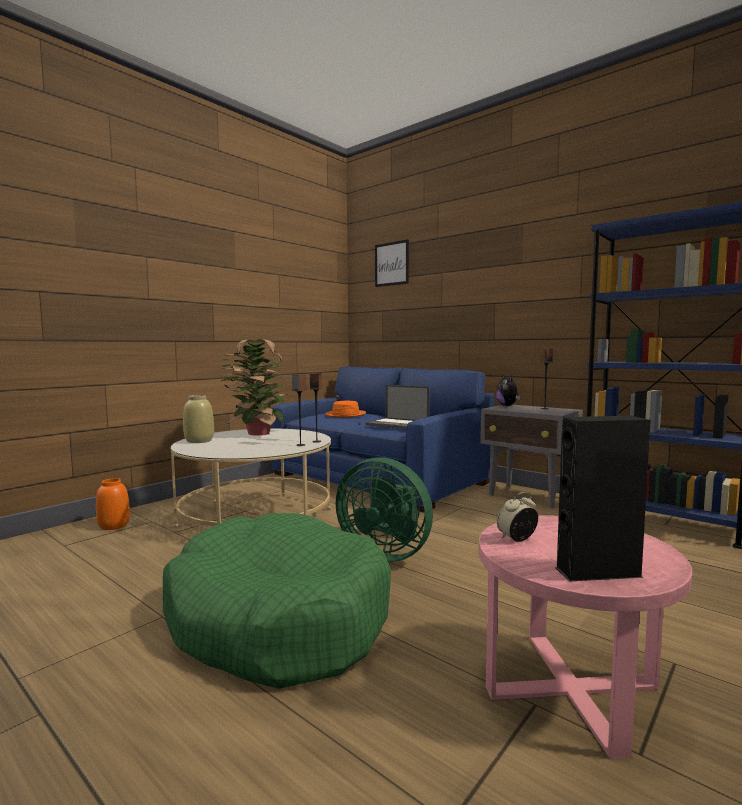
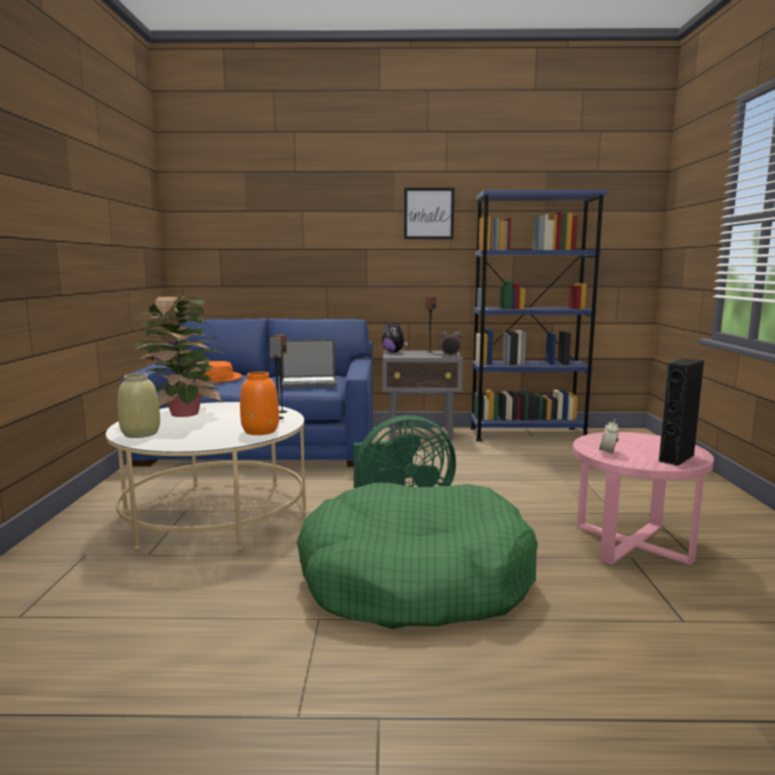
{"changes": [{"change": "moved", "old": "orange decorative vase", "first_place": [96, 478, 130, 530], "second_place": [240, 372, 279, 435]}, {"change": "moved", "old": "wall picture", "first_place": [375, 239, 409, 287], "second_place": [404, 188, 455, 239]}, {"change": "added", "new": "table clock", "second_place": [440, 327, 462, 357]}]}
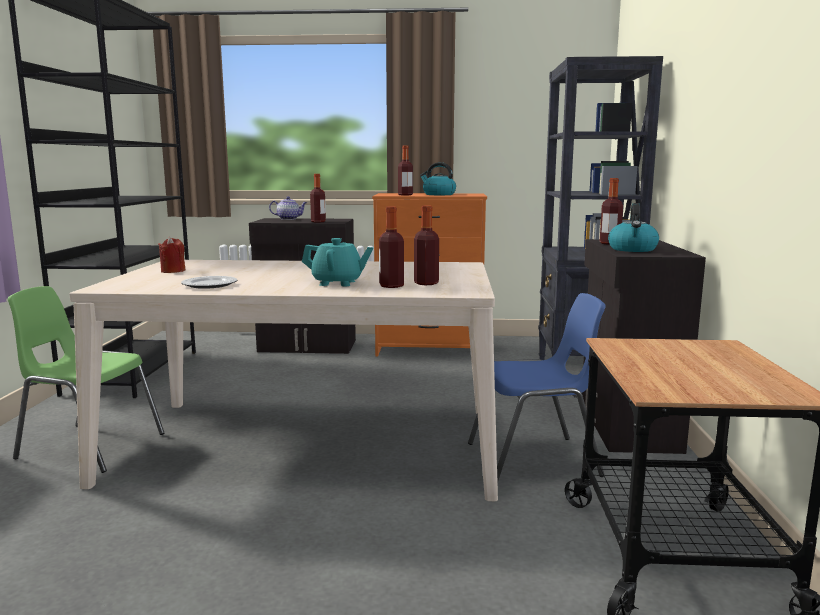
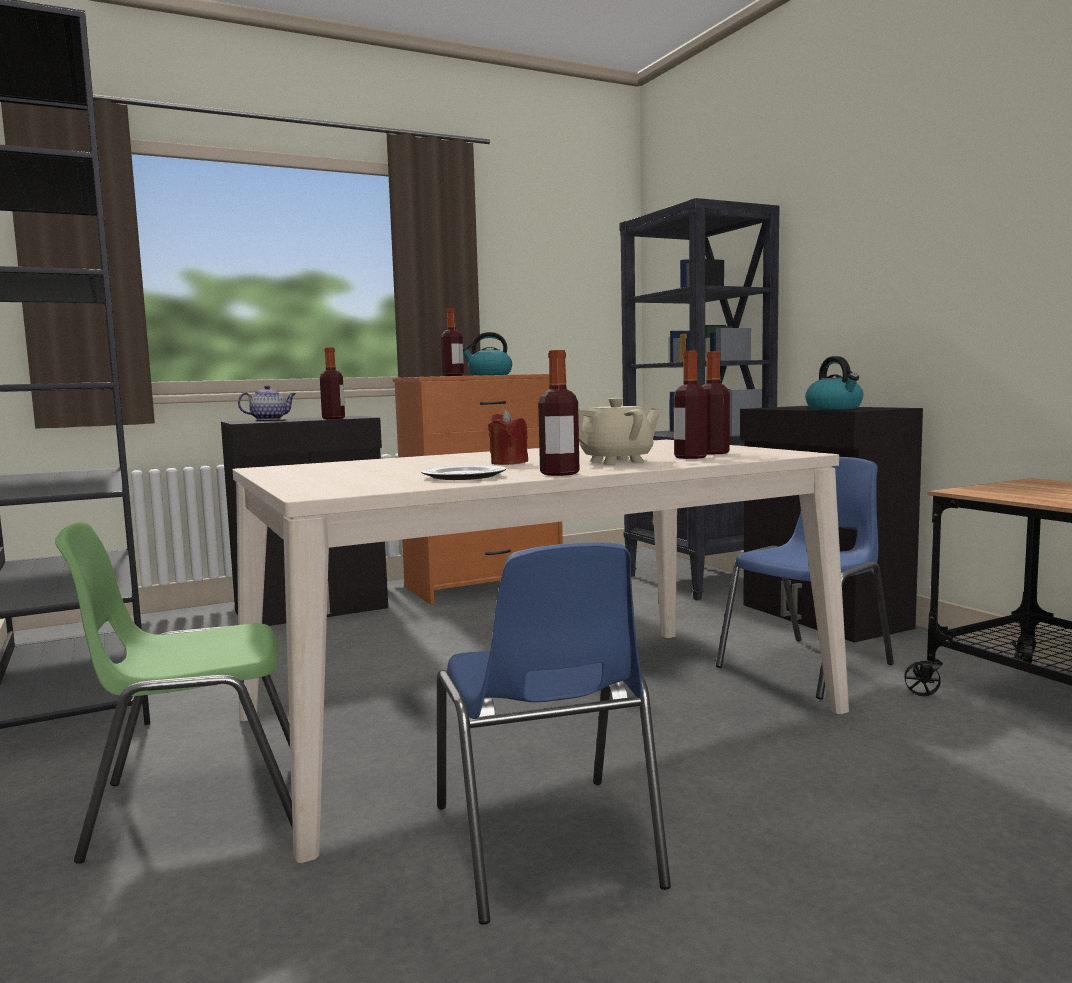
{"changes": [{"change": "moved", "old": "red-coloured wax light", "first_place": [158, 237, 186, 273], "second_place": [488, 410, 528, 465]}, {"change": "recoloured", "old": "turquoise tea pot", "new": "beige-coloured tea pot", "first_place": [302, 238, 373, 286], "second_place": [578, 398, 661, 464]}, {"change": "moved", "old": "bottle", "first_place": [600, 178, 623, 245], "second_place": [538, 350, 579, 476]}, {"change": "added", "new": "bluish chair", "second_place": [437, 542, 671, 925]}]}
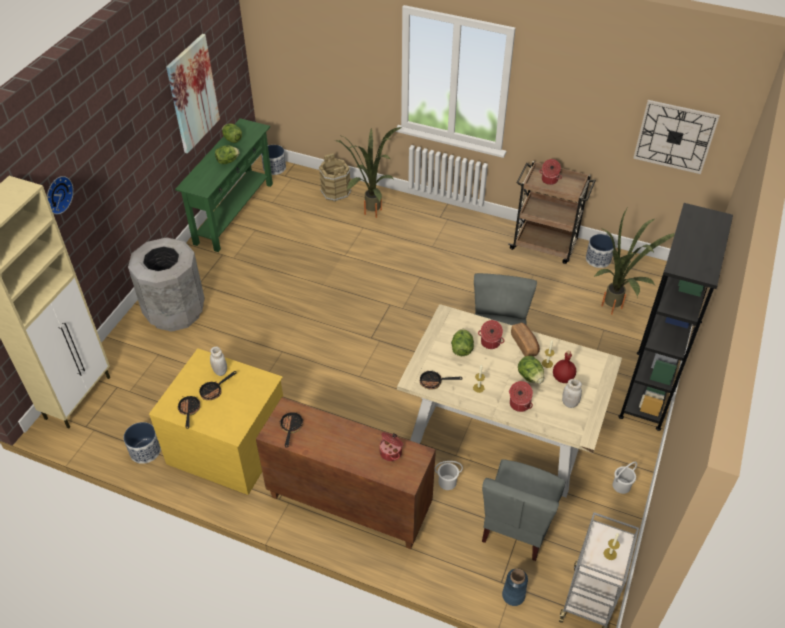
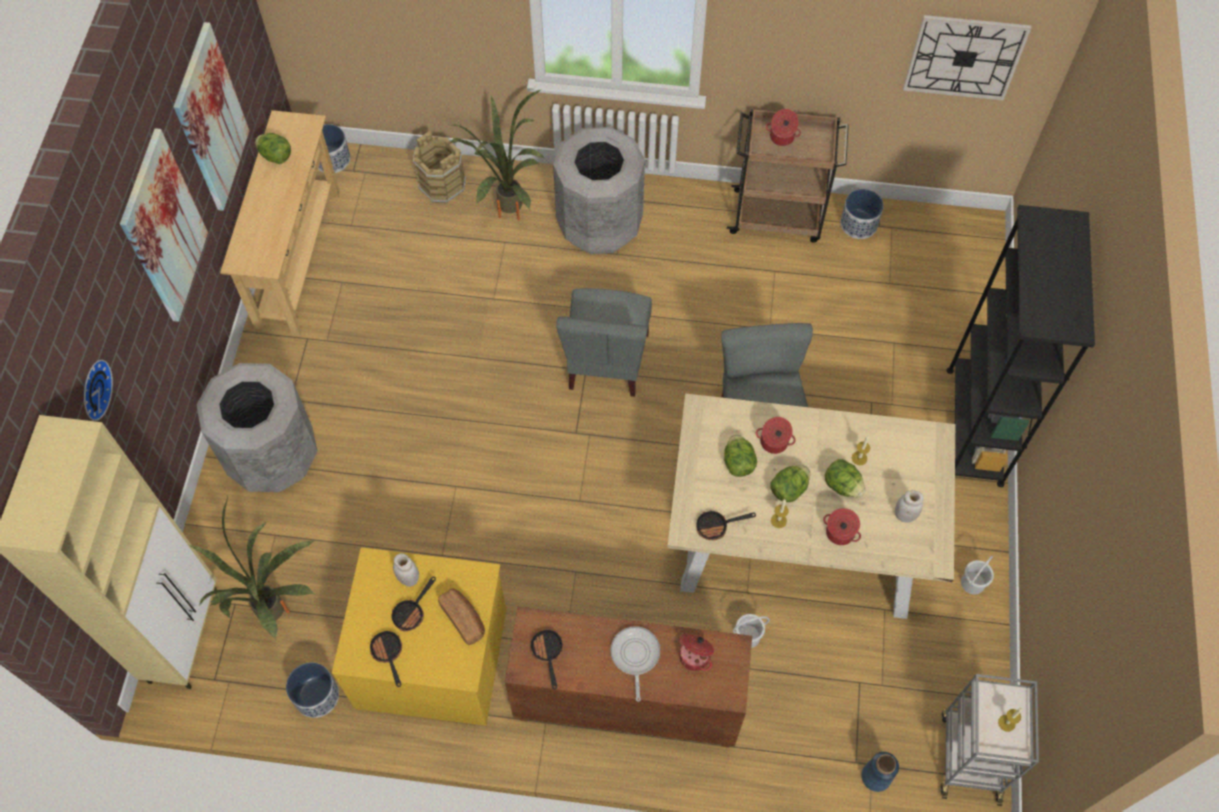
{"changes": [{"change": "recoloured", "old": "greenish console table", "new": "beige-coloured console table", "first_place": [175, 118, 273, 252], "second_place": [220, 110, 340, 336]}, {"change": "moved", "old": "head of lettuce", "first_place": [215, 146, 240, 164], "second_place": [770, 465, 810, 502]}, {"change": "moved", "old": "greyish chair", "first_place": [482, 459, 565, 561], "second_place": [556, 288, 652, 397]}, {"change": "moved", "old": "bakery bread", "first_place": [511, 323, 540, 357], "second_place": [438, 589, 485, 645]}, {"change": "removed", "old": "red-coloured bottle", "first_place": [553, 351, 576, 383]}, {"change": "moved", "old": "potted plant", "first_place": [593, 206, 675, 315], "second_place": [188, 496, 315, 640]}, {"change": "added", "new": "wall picture", "second_place": [120, 128, 208, 322]}, {"change": "added", "new": "greyish rubbish bin", "second_place": [553, 127, 645, 254]}, {"change": "added", "new": "pan", "second_place": [610, 626, 660, 702]}]}
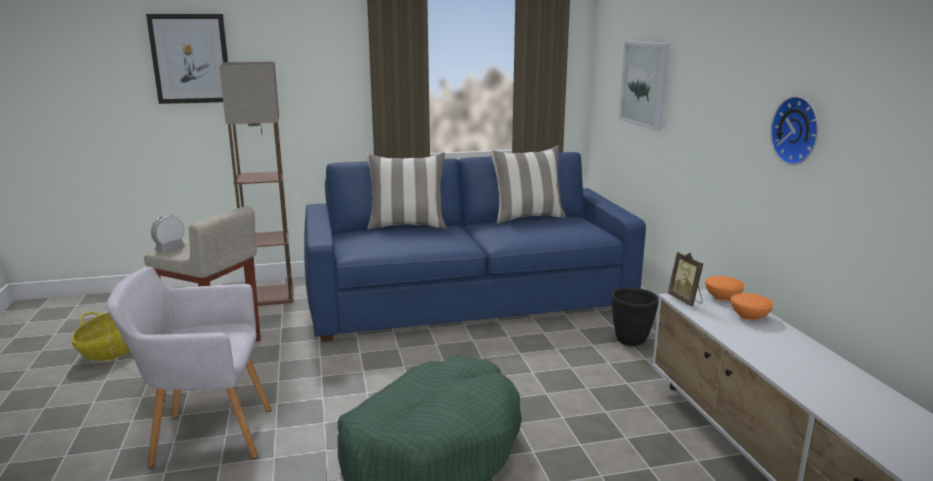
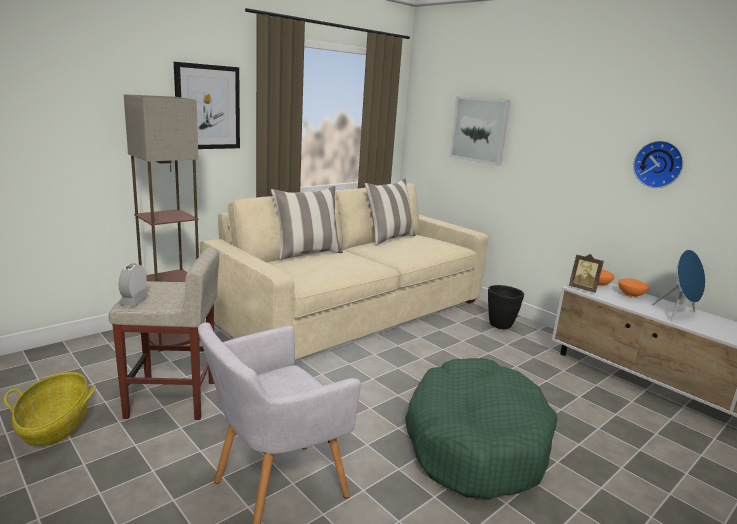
{"changes": [{"change": "moved", "old": "wall picture", "first_place": [146, 14, 228, 104], "second_place": [174, 62, 240, 149]}, {"change": "recoloured", "old": "bluish couch", "new": "beige-coloured couch", "first_place": [304, 152, 646, 341], "second_place": [200, 183, 488, 360]}, {"change": "added", "new": "bluish audio speaker", "second_place": [652, 250, 705, 320]}]}
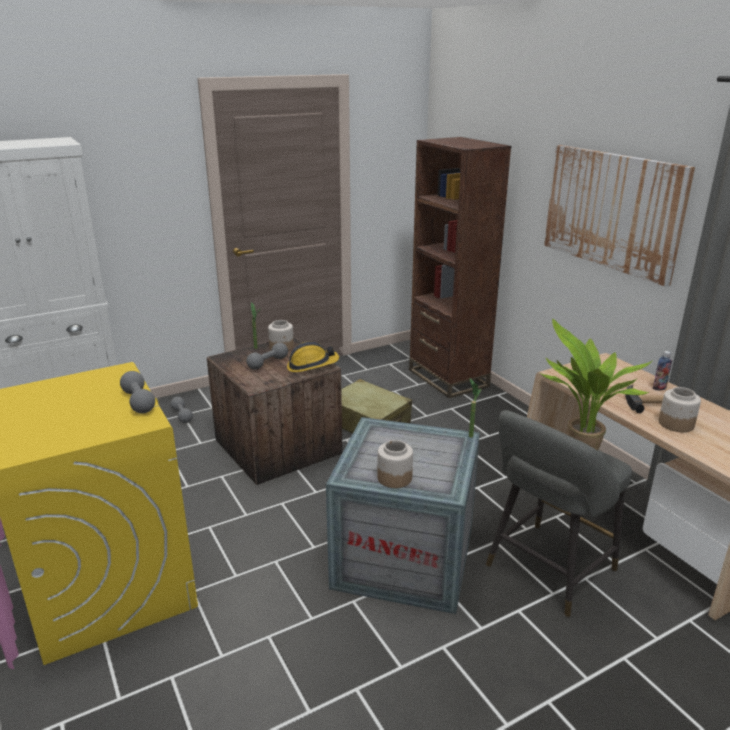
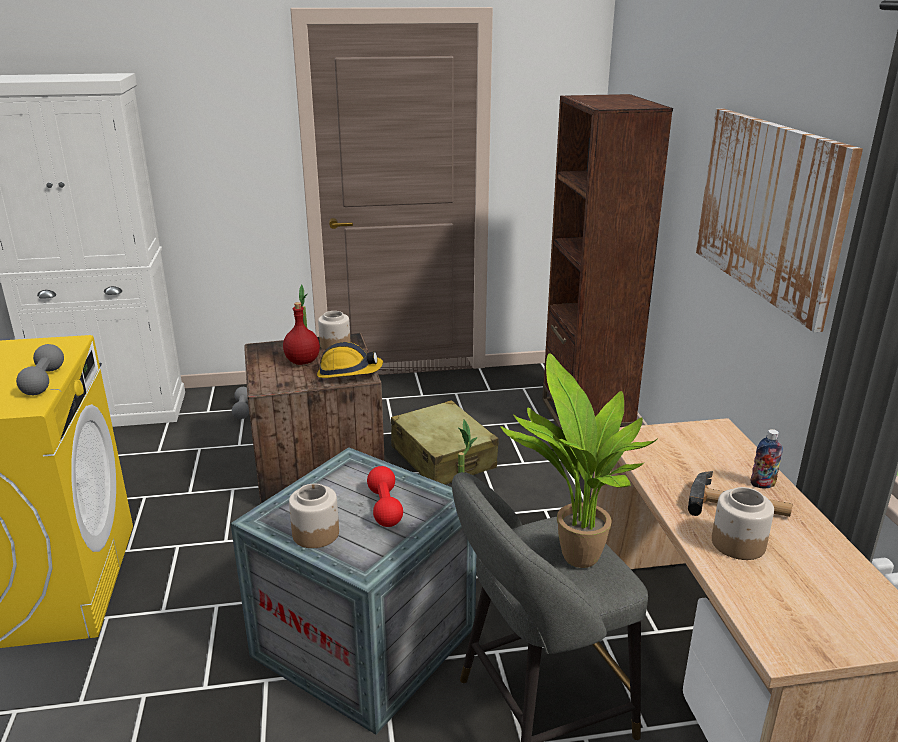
{"changes": [{"change": "replaced", "old": "greyish dumbbell", "new": "red-coloured bottle", "first_place": [246, 343, 288, 370], "second_place": [283, 302, 320, 365]}, {"change": "added", "new": "red-coloured dumbbell", "second_place": [367, 466, 403, 527]}]}
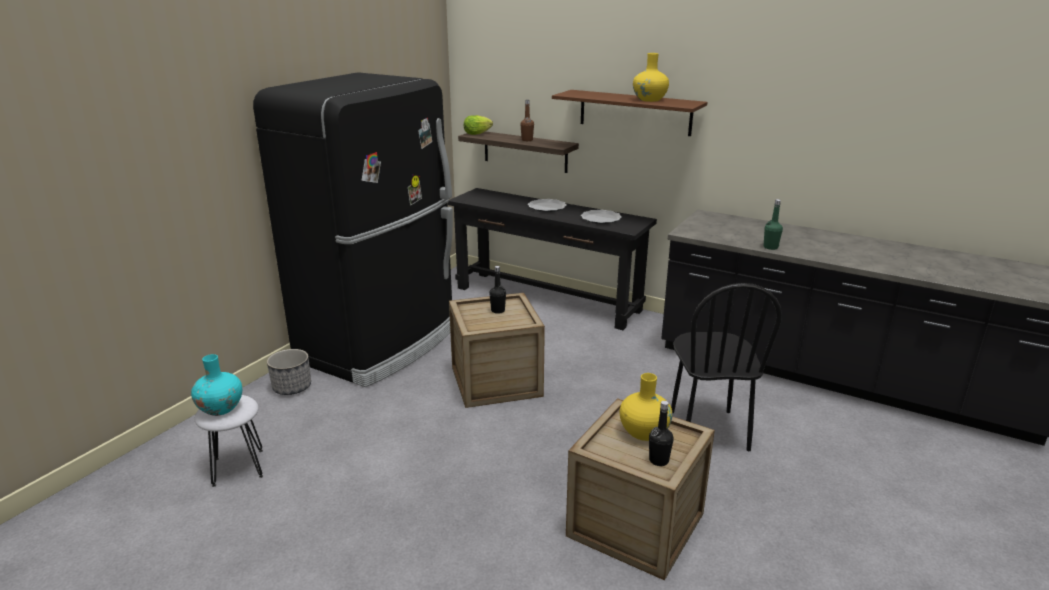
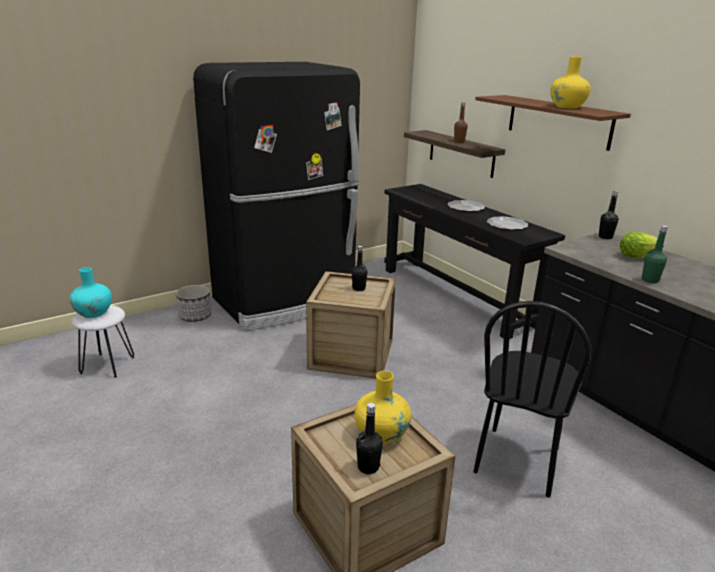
{"changes": [{"change": "moved", "old": "head of lettuce", "first_place": [464, 115, 493, 135], "second_place": [620, 232, 664, 258]}, {"change": "added", "new": "black-coloured bottle", "second_place": [599, 190, 619, 239]}]}
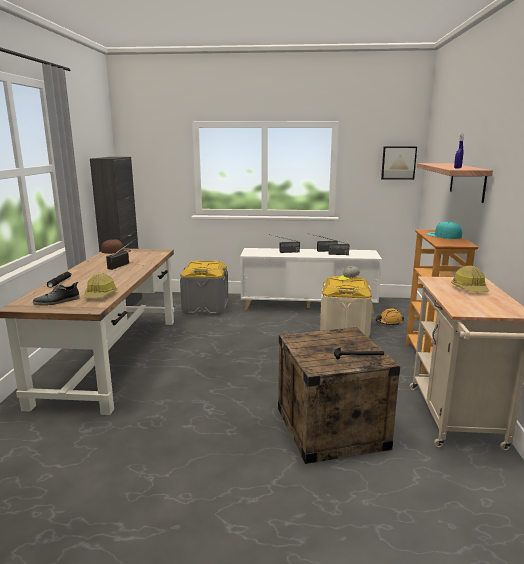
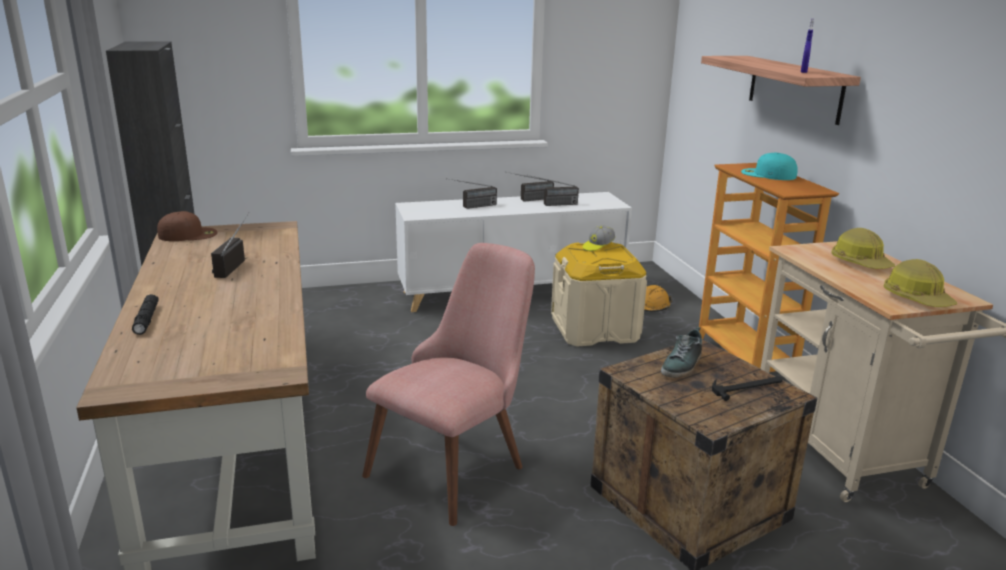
{"changes": [{"change": "moved", "old": "shoe", "first_place": [33, 282, 80, 305], "second_place": [661, 327, 702, 378]}, {"change": "moved", "old": "safety helmet", "first_place": [84, 273, 117, 298], "second_place": [884, 259, 957, 307]}, {"change": "removed", "old": "greyish storage box", "first_place": [180, 260, 228, 315]}, {"change": "removed", "old": "wall picture", "first_place": [381, 146, 417, 180]}, {"change": "added", "new": "pink chair", "second_place": [362, 243, 535, 526]}]}
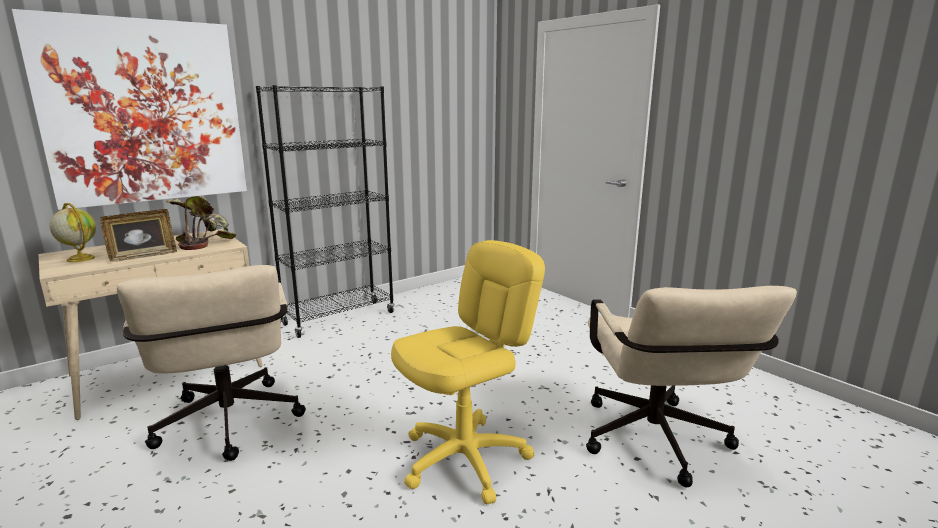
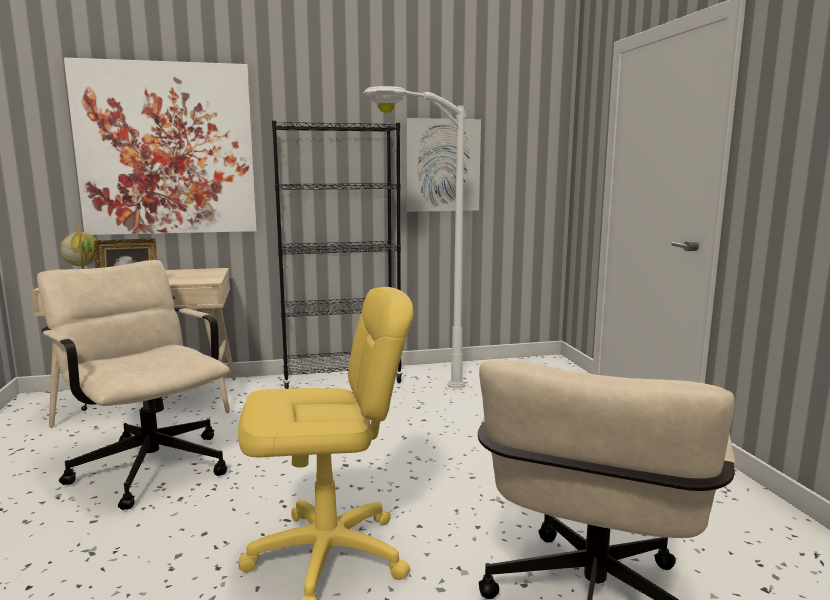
{"changes": [{"change": "turned", "old": "beige-coloured office chair", "first_place": [117, 265, 306, 461], "second_place": [37, 260, 230, 510], "degrees": 135}, {"change": "removed", "old": "potted plant", "first_place": [166, 196, 236, 250]}, {"change": "added", "new": "white-coloured standard lamp", "second_place": [363, 86, 467, 388]}, {"change": "added", "new": "wall picture", "second_place": [406, 118, 481, 212]}]}
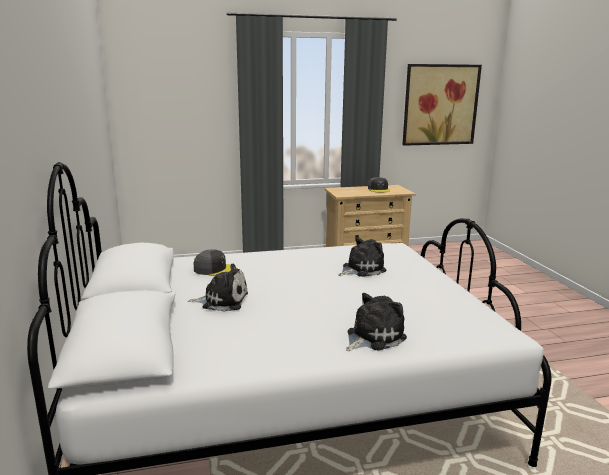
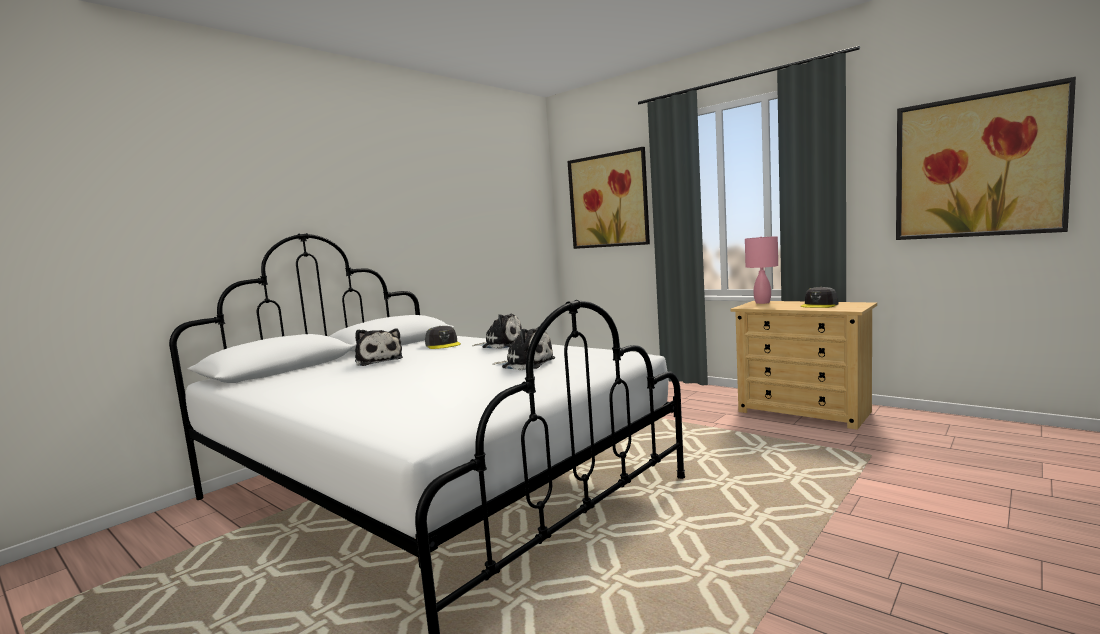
{"changes": [{"change": "moved", "old": "plush toy", "first_place": [346, 293, 407, 351], "second_place": [472, 313, 522, 349]}, {"change": "added", "new": "wall picture", "second_place": [568, 147, 650, 249]}, {"change": "added", "new": "pink tabletop lamp", "second_place": [745, 236, 778, 304]}]}
